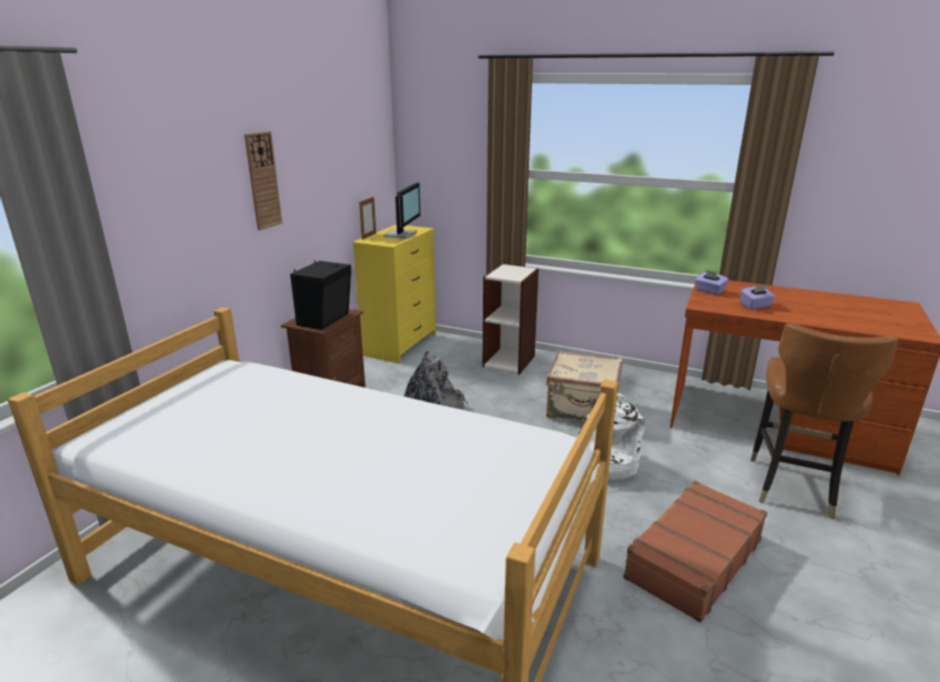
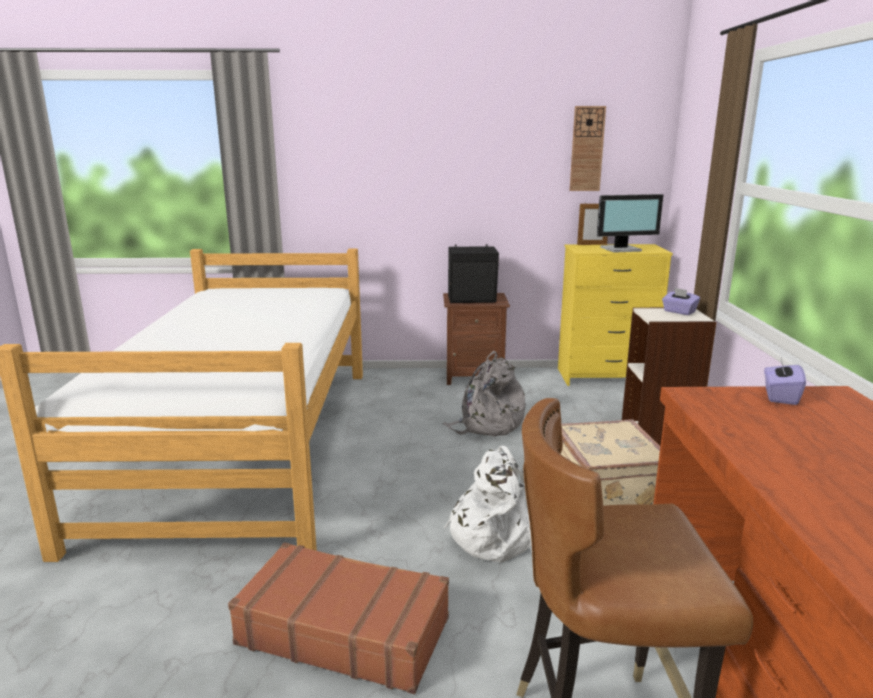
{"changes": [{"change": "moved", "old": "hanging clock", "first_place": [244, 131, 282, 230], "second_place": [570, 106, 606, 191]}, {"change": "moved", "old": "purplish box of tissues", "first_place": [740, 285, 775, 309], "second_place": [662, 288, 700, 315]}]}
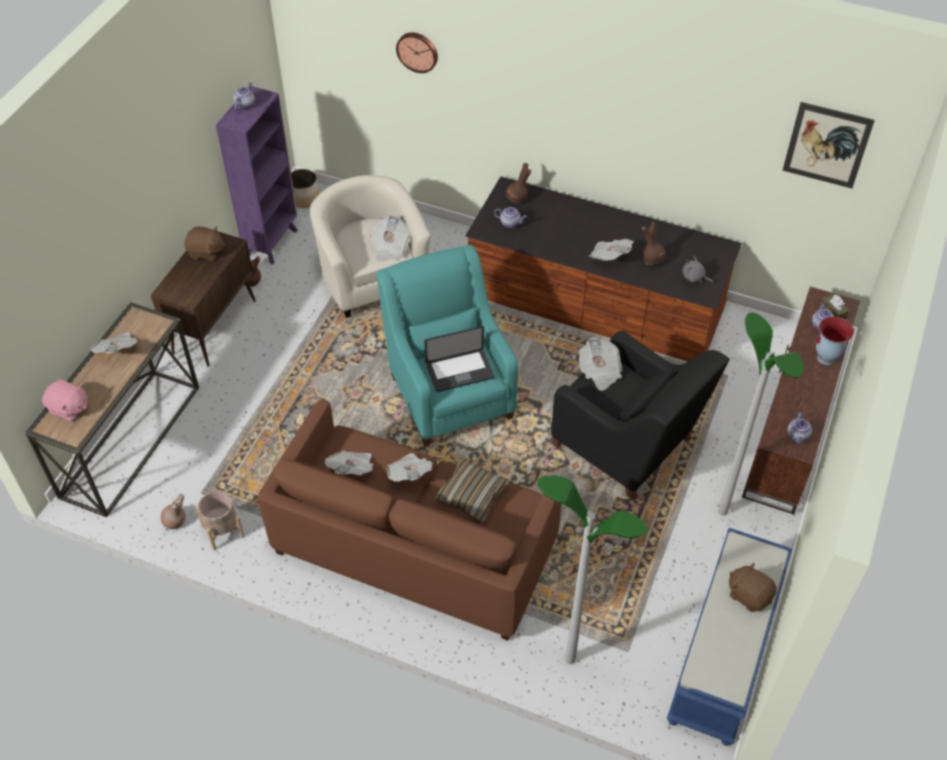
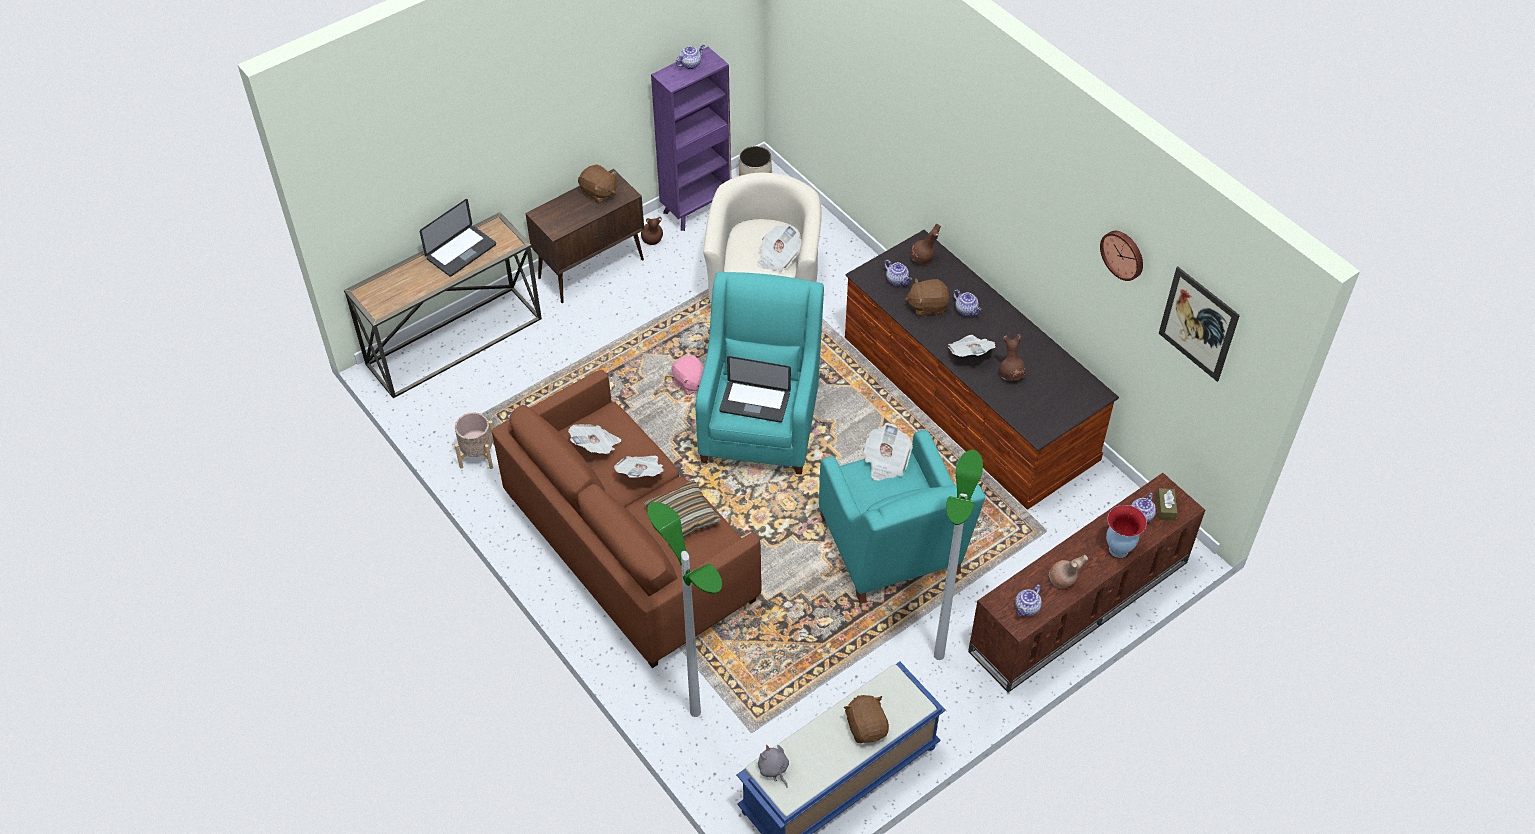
{"changes": [{"change": "moved", "old": "pink plush toy", "first_place": [42, 380, 87, 422], "second_place": [671, 355, 704, 395]}, {"change": "replaced", "old": "printed paper", "new": "notebook computer", "first_place": [90, 333, 139, 354], "second_place": [420, 199, 496, 276]}, {"change": "moved", "old": "brown decorative vase", "first_place": [161, 494, 185, 530], "second_place": [1049, 555, 1088, 588]}, {"change": "moved", "old": "hanging clock", "first_place": [396, 33, 438, 73], "second_place": [1100, 231, 1143, 281]}, {"change": "recoloured", "old": "black-coloured lounge chair", "new": "turquoise lounge chair", "first_place": [551, 331, 730, 501], "second_place": [819, 430, 985, 604]}, {"change": "moved", "old": "greyish plush toy", "first_place": [682, 256, 713, 283], "second_place": [758, 745, 789, 788]}, {"change": "added", "new": "brown plush toy", "second_place": [905, 278, 950, 316]}, {"change": "added", "new": "tea pot", "second_place": [953, 290, 982, 316]}]}
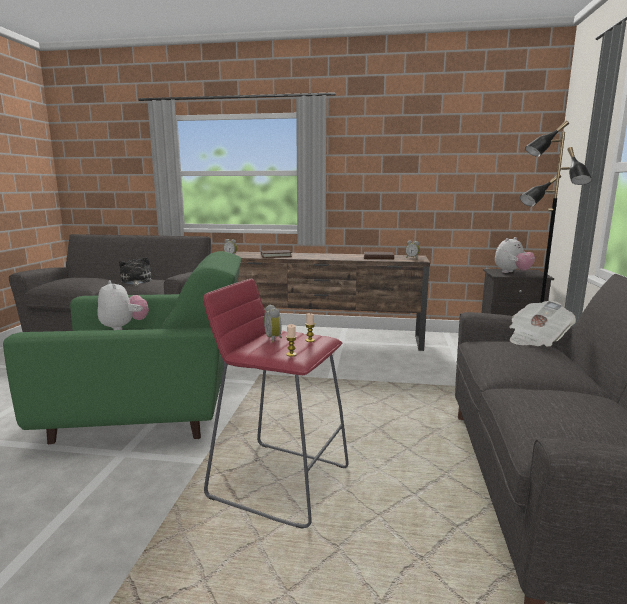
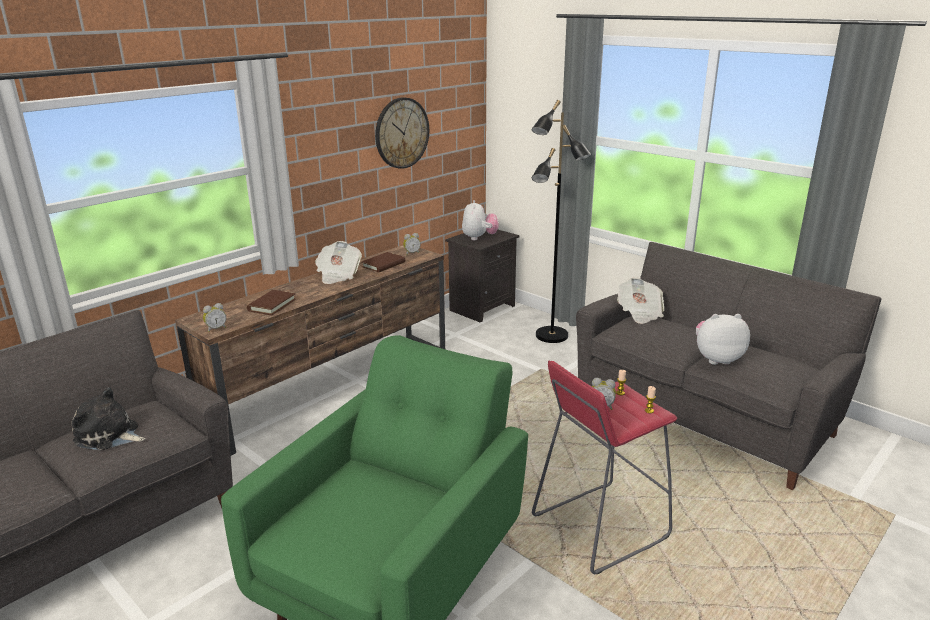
{"changes": [{"change": "moved", "old": "plush toy", "first_place": [98, 280, 149, 330], "second_place": [696, 314, 750, 365]}, {"change": "added", "new": "printed paper", "second_place": [315, 241, 362, 284]}, {"change": "added", "new": "hanging clock", "second_place": [375, 97, 429, 169]}]}
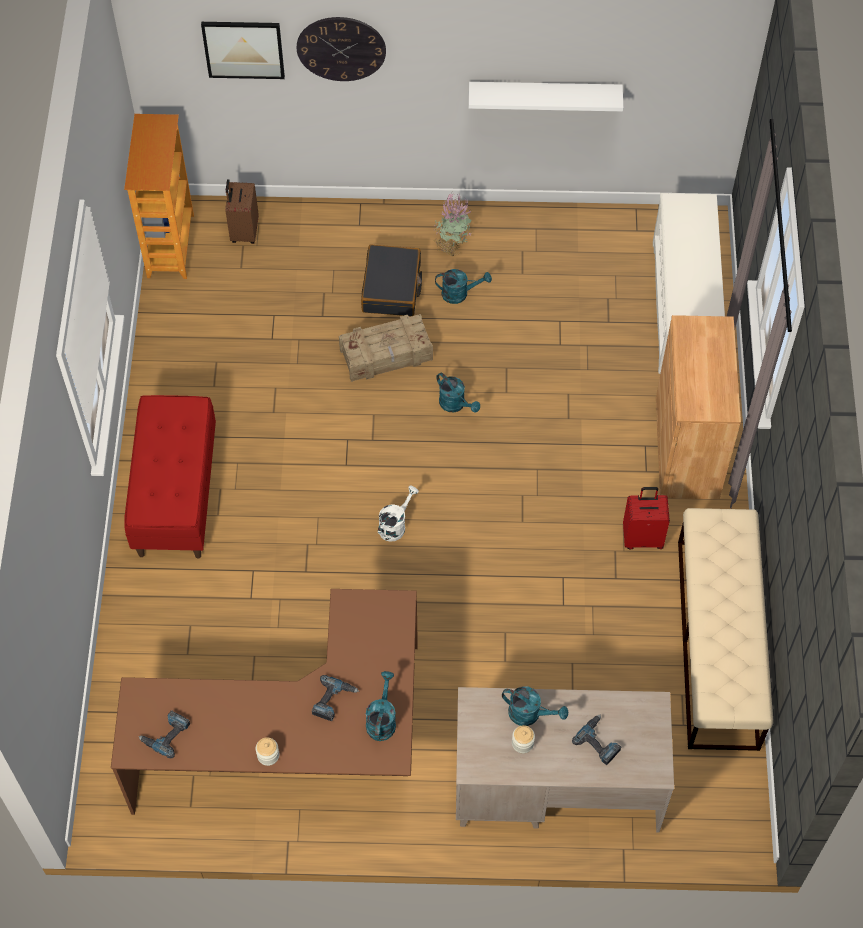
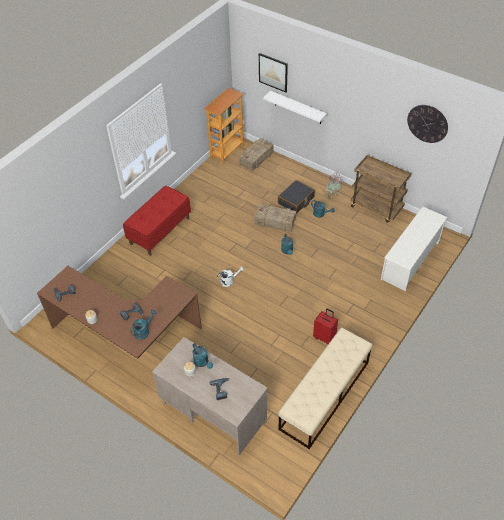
{"changes": [{"change": "replaced", "old": "brown travel case", "new": "shipping crate", "first_place": [225, 179, 259, 244], "second_place": [239, 138, 274, 172]}, {"change": "moved", "old": "hanging clock", "first_place": [297, 17, 386, 81], "second_place": [407, 105, 448, 143]}, {"change": "moved", "old": "white-coloured wall shelf", "first_place": [469, 82, 623, 111], "second_place": [263, 91, 327, 124]}, {"change": "removed", "old": "brown cupboard", "first_place": [656, 315, 741, 499]}, {"change": "added", "new": "brown cart", "second_place": [351, 155, 411, 223]}]}
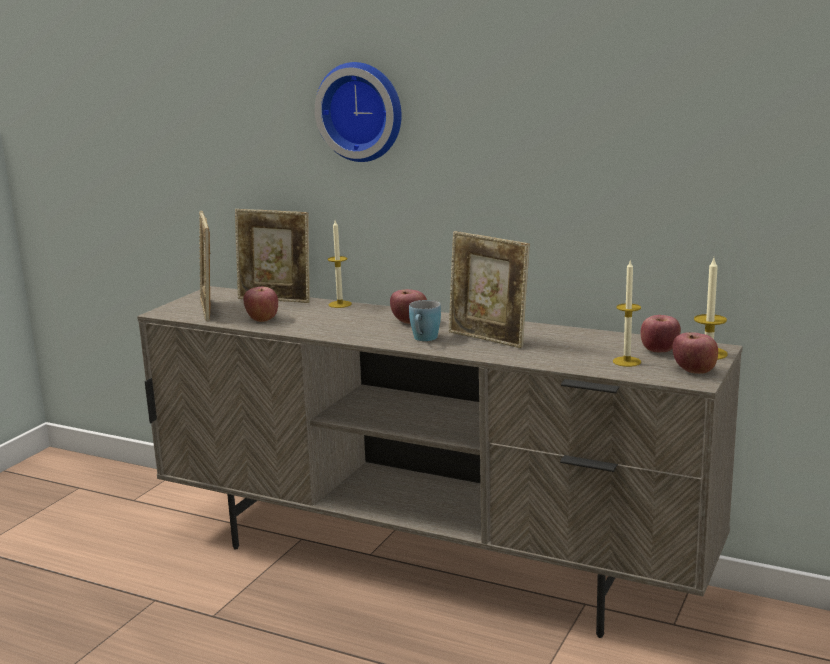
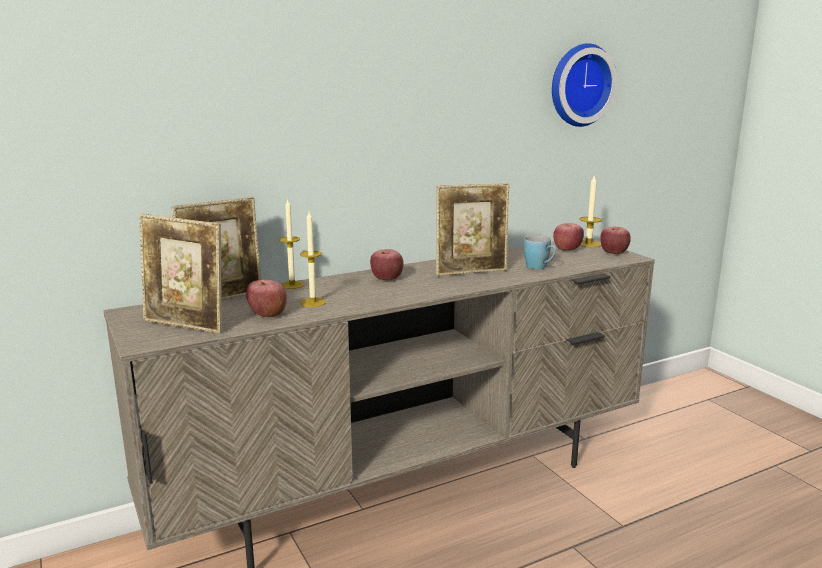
{"changes": [{"change": "moved", "old": "hanging clock", "first_place": [315, 62, 402, 162], "second_place": [552, 43, 617, 127]}, {"change": "moved", "old": "bluish tea mug", "first_place": [409, 300, 441, 341], "second_place": [524, 235, 556, 269]}, {"change": "moved", "old": "wax light", "first_place": [613, 261, 641, 367], "second_place": [300, 212, 326, 307]}]}
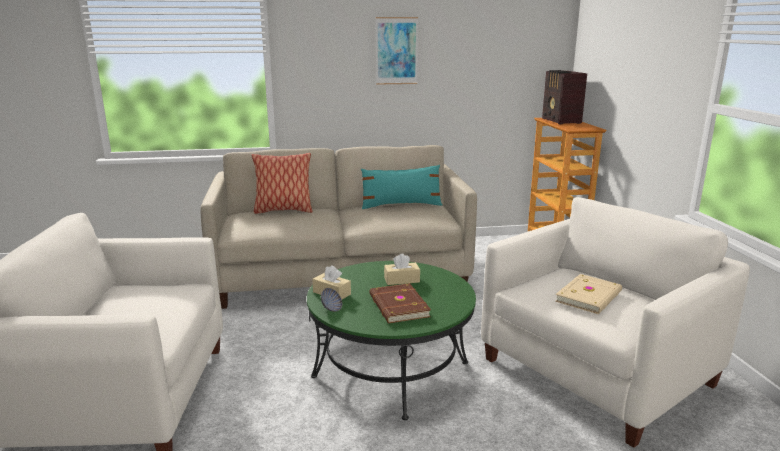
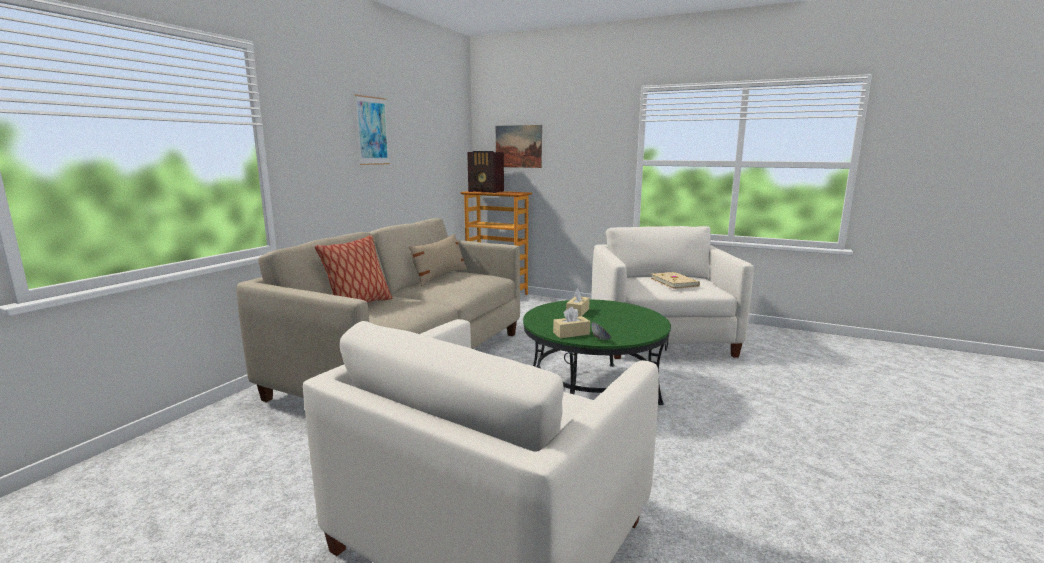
{"changes": [{"change": "recoloured", "old": "turquoise pillow", "new": "beige-coloured pillow", "first_place": [361, 165, 442, 209], "second_place": [409, 234, 467, 286]}, {"change": "removed", "old": "brown bound book", "first_place": [370, 283, 431, 323]}, {"change": "added", "new": "wall picture", "second_place": [496, 125, 542, 168]}]}
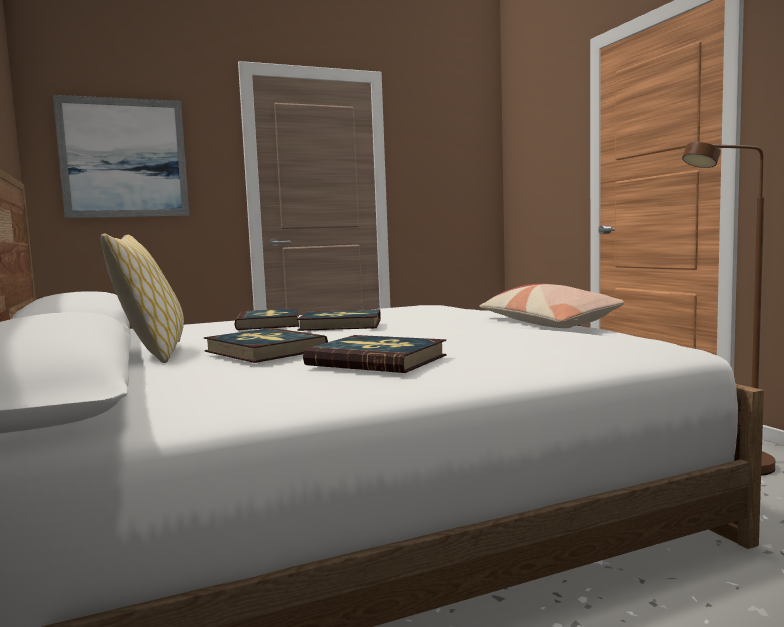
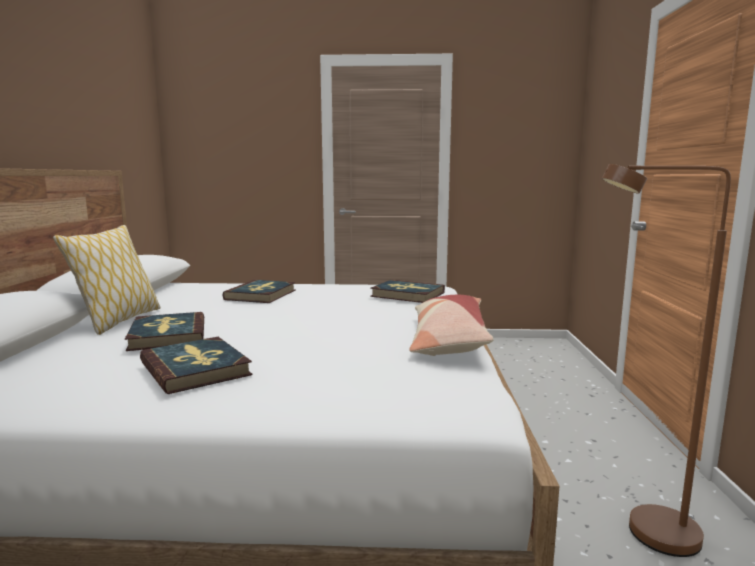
{"changes": [{"change": "removed", "old": "wall picture", "first_place": [53, 95, 189, 218]}, {"change": "moved", "old": "bound book", "first_place": [297, 309, 381, 331], "second_place": [370, 279, 445, 303]}]}
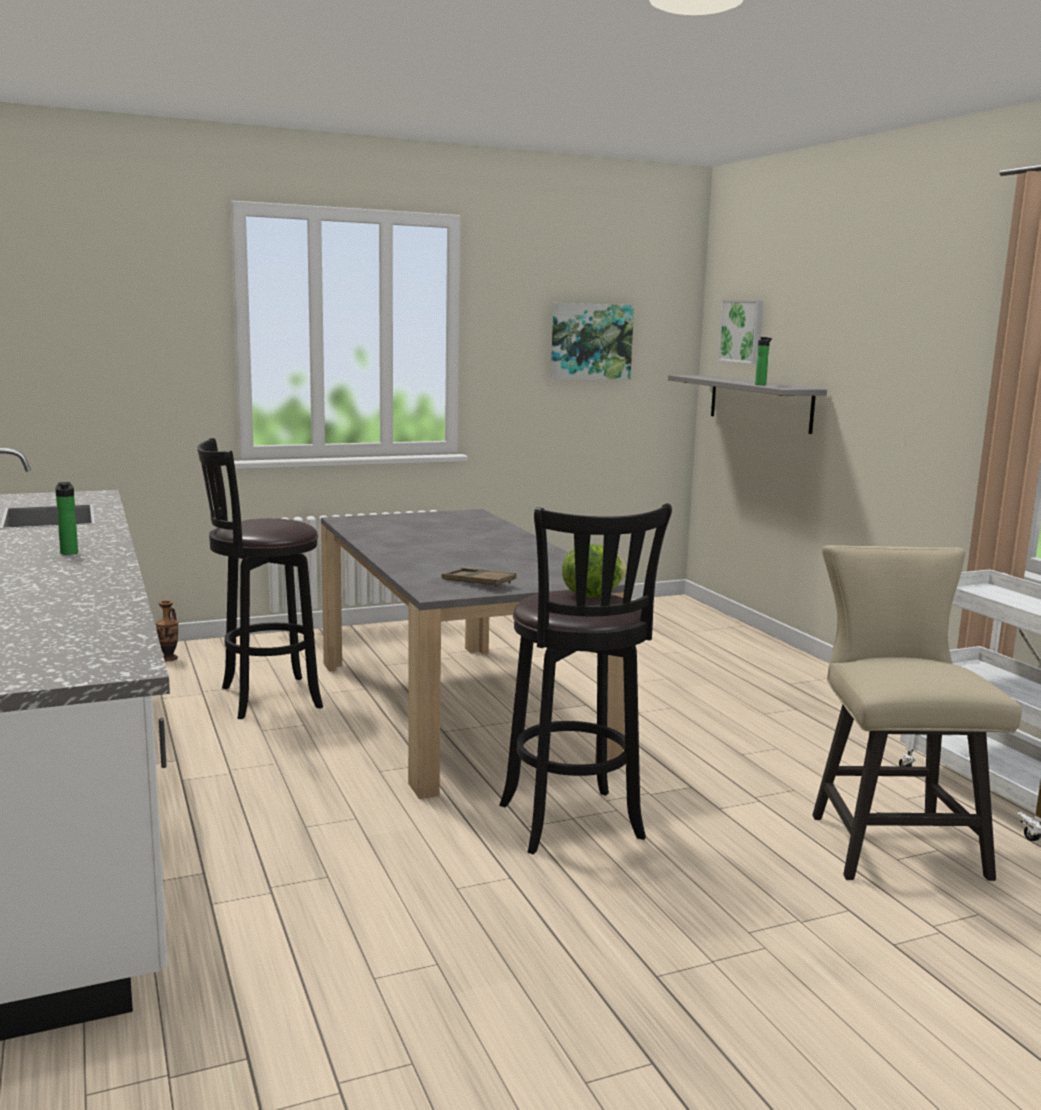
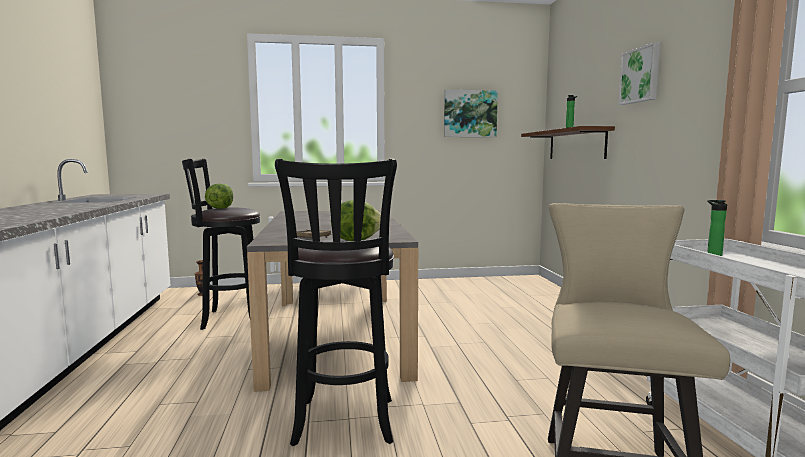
{"changes": [{"change": "moved", "old": "bottle", "first_place": [55, 482, 78, 555], "second_place": [707, 200, 727, 256]}, {"change": "recoloured", "old": "greyish wall shelf", "new": "brown wall shelf", "first_place": [668, 375, 827, 434], "second_place": [521, 126, 615, 159]}, {"change": "moved", "old": "wall picture", "first_place": [718, 300, 764, 364], "second_place": [619, 42, 660, 105]}, {"change": "added", "new": "head of lettuce", "second_place": [205, 184, 233, 209]}]}
